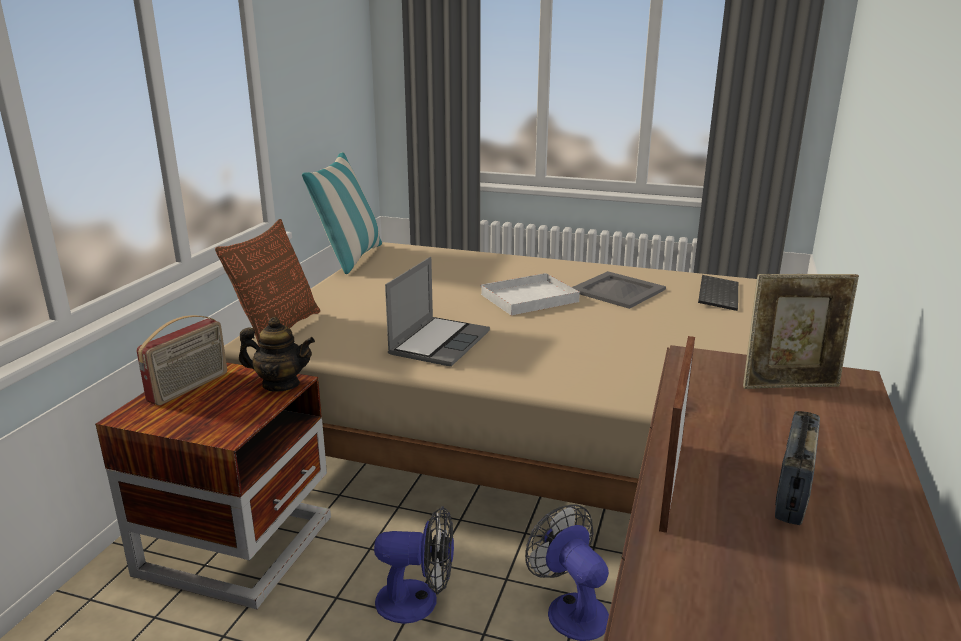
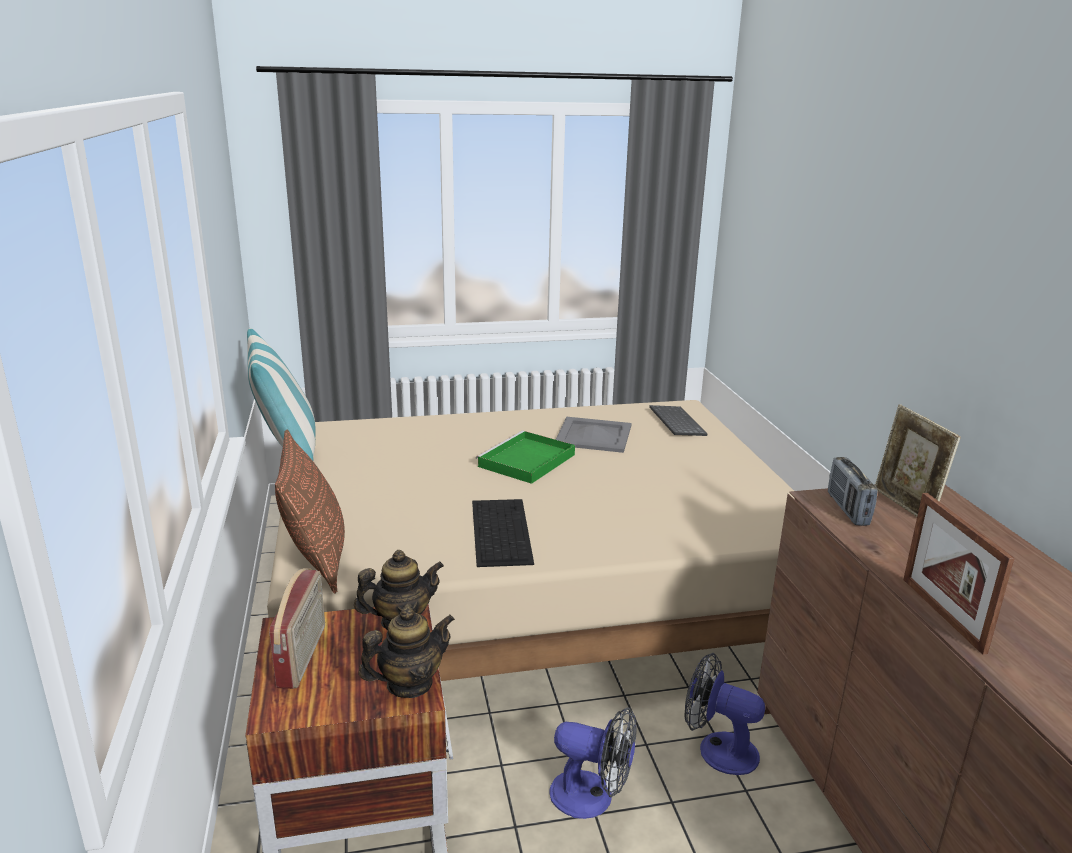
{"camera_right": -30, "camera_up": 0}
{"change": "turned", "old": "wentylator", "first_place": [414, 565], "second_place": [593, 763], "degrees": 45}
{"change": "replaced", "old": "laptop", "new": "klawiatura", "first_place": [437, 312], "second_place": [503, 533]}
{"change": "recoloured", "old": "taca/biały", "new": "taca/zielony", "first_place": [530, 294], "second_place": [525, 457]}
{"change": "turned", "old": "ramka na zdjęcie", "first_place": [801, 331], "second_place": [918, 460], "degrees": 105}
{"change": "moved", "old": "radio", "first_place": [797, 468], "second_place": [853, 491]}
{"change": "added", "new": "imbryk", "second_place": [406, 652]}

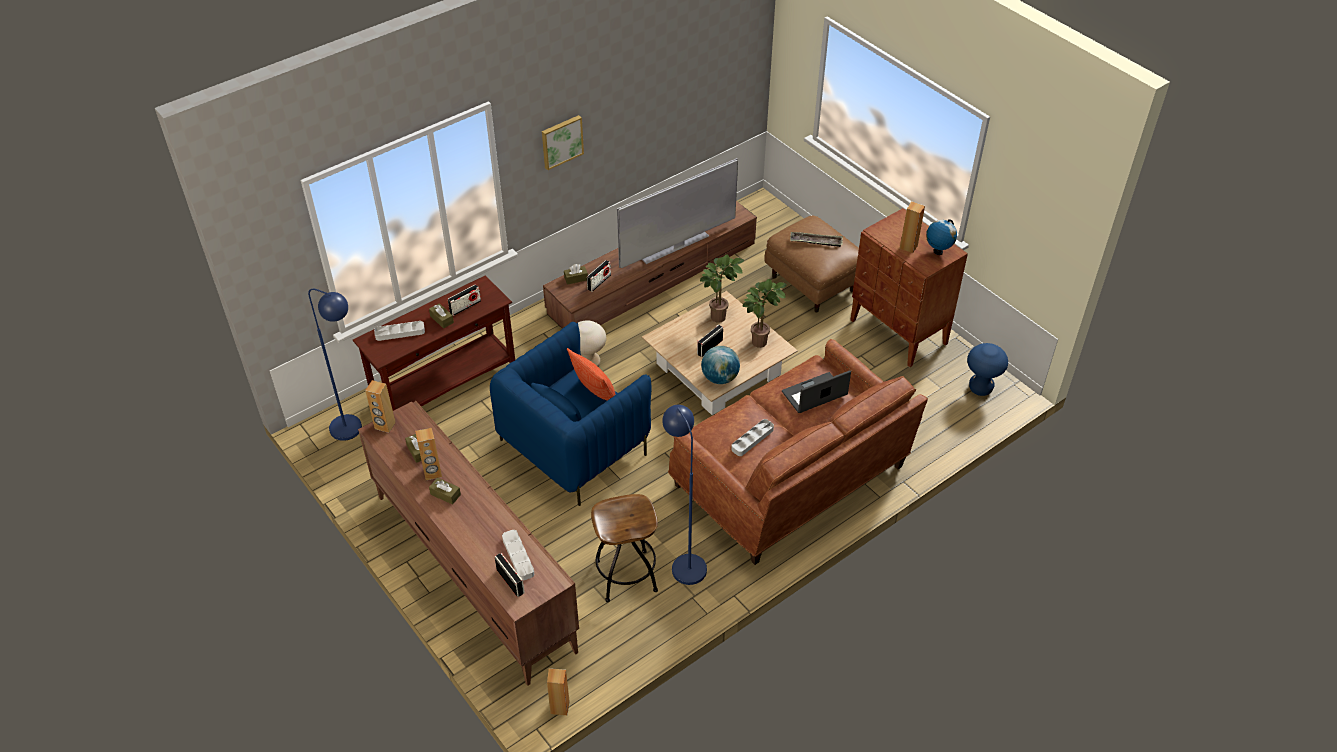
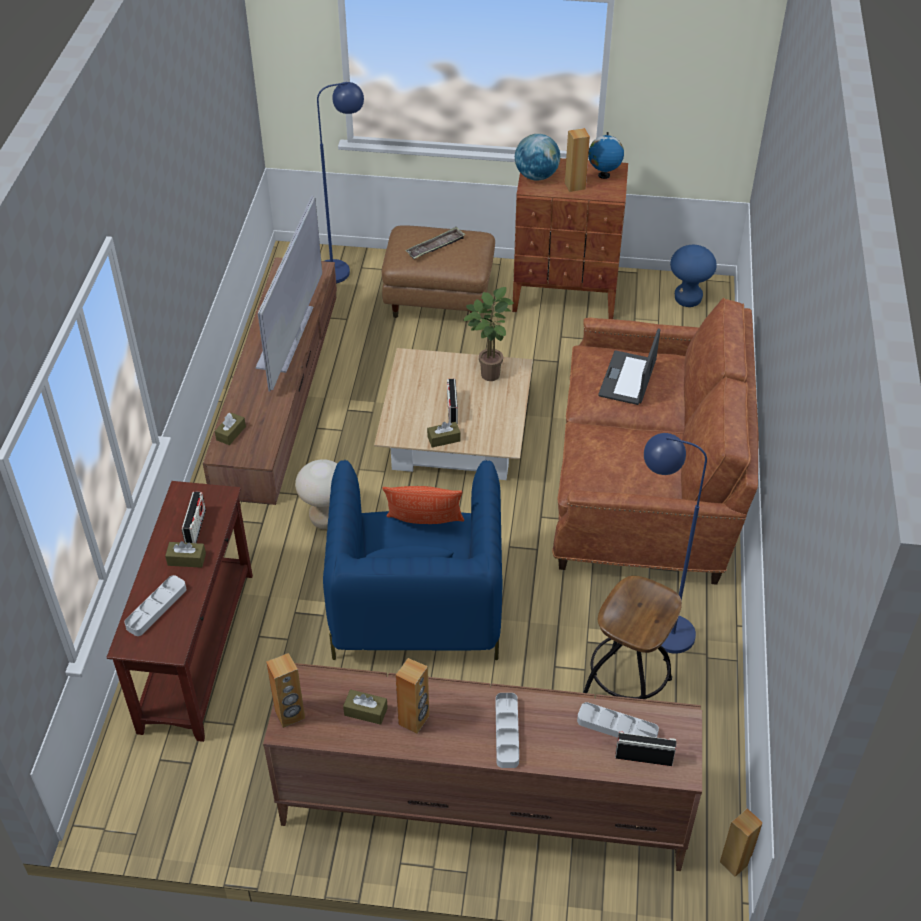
{"camera_right": -45, "camera_up": 0}
{"change": "moved", "old": "lampa stojąca/niebieski", "first_place": [335, 365], "second_place": [340, 183]}
{"change": "moved", "old": "pudełko chusteczek/brązowy", "first_place": [445, 491], "second_place": [444, 435]}
{"change": "removed", "old": "obraz", "first_place": [563, 142]}
{"change": "removed", "old": "radio", "first_place": [599, 276]}
{"change": "removed", "old": "roślina doniczkowa", "first_place": [722, 288]}
{"change": "moved", "old": "globus", "first_place": [720, 365], "second_place": [537, 157]}
{"change": "moved", "old": "taca/szary", "first_place": [752, 437], "second_place": [507, 730]}

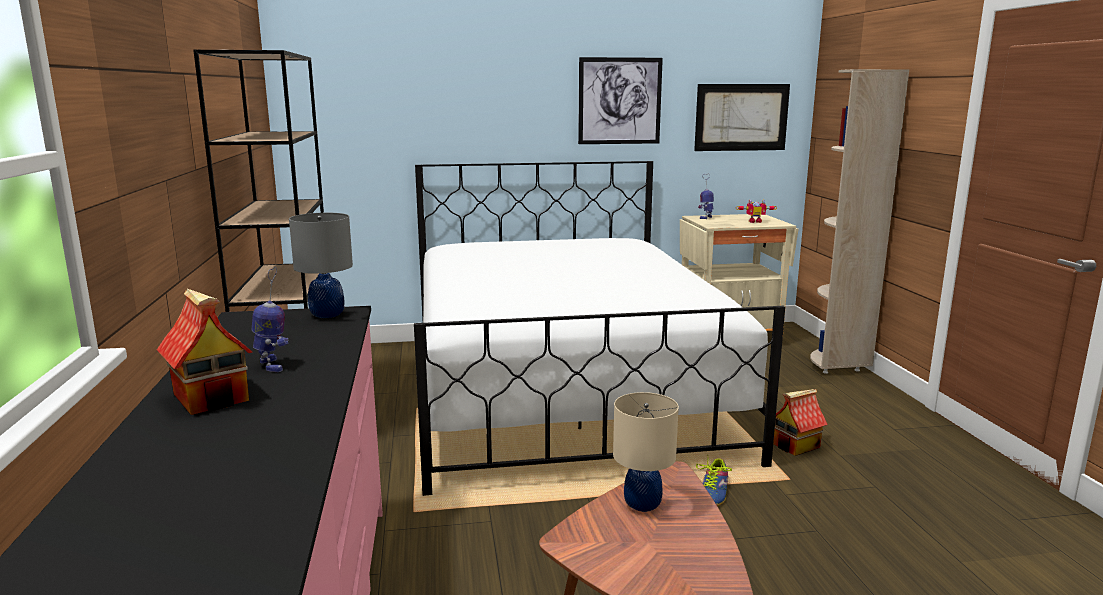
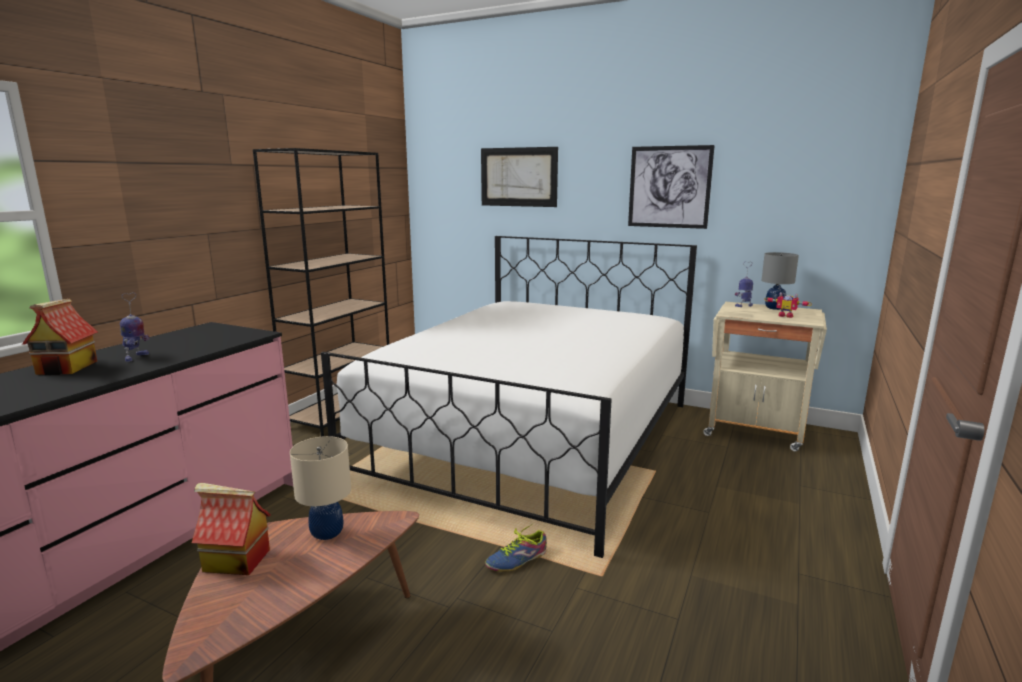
{"camera_right": 35, "camera_up": 0}
{"change": "moved", "old": "lampa stołowa/szary", "first_place": [321, 265], "second_place": [780, 281]}
{"change": "moved", "old": "obraz", "first_place": [742, 117], "second_place": [519, 177]}
{"change": "moved", "old": "domek", "first_place": [800, 422], "second_place": [231, 529]}
{"change": "removed", "old": "regał/beżowy", "first_place": [859, 221]}

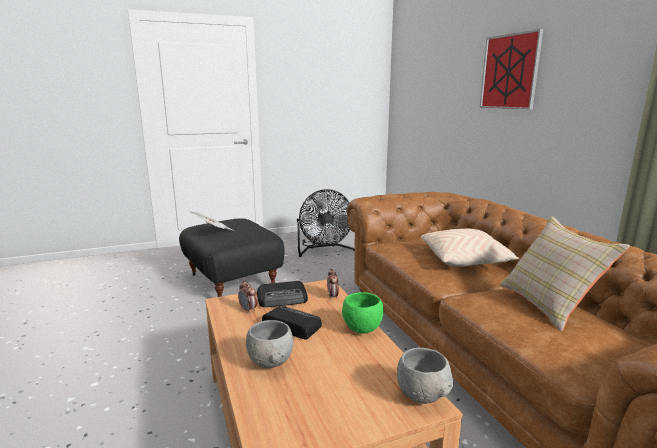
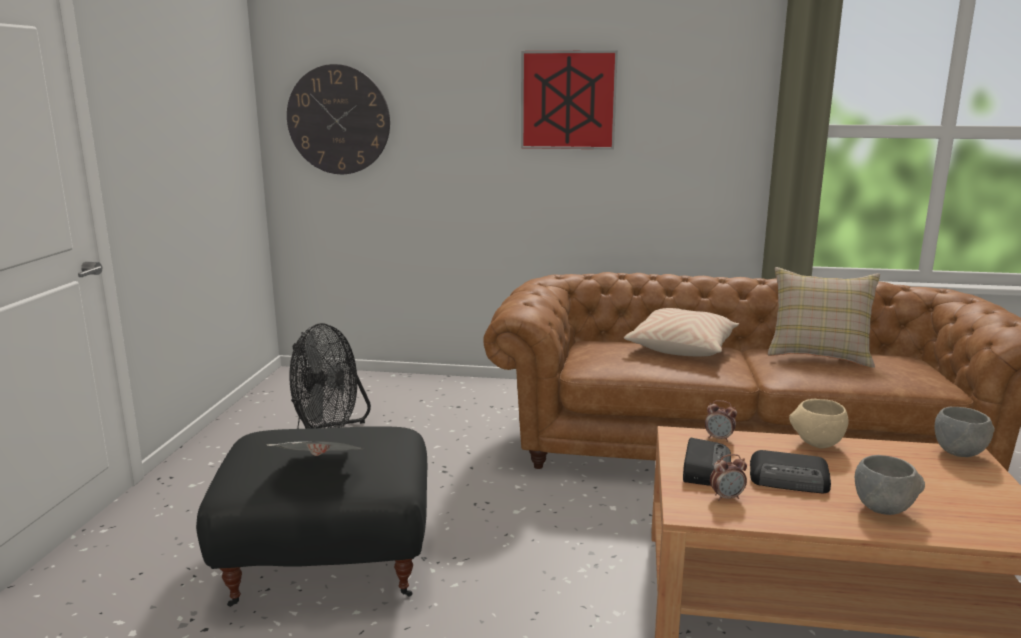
{"camera_right": -60, "camera_up": 0}
{"change": "turned", "old": "radio", "first_place": [292, 323], "second_place": [790, 471], "degrees": -135}
{"change": "recoloured", "old": "miska/zielony", "new": "miska/beżowy", "first_place": [363, 313], "second_place": [819, 423]}
{"change": "added", "new": "zegar ścienny", "second_place": [338, 119]}

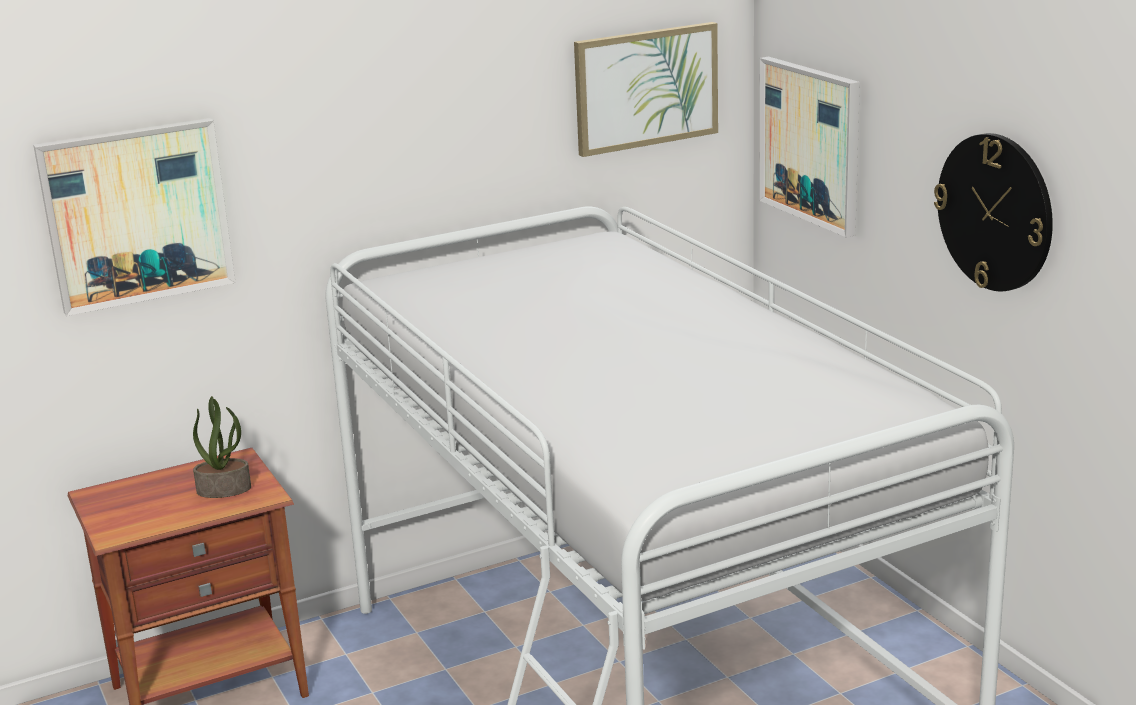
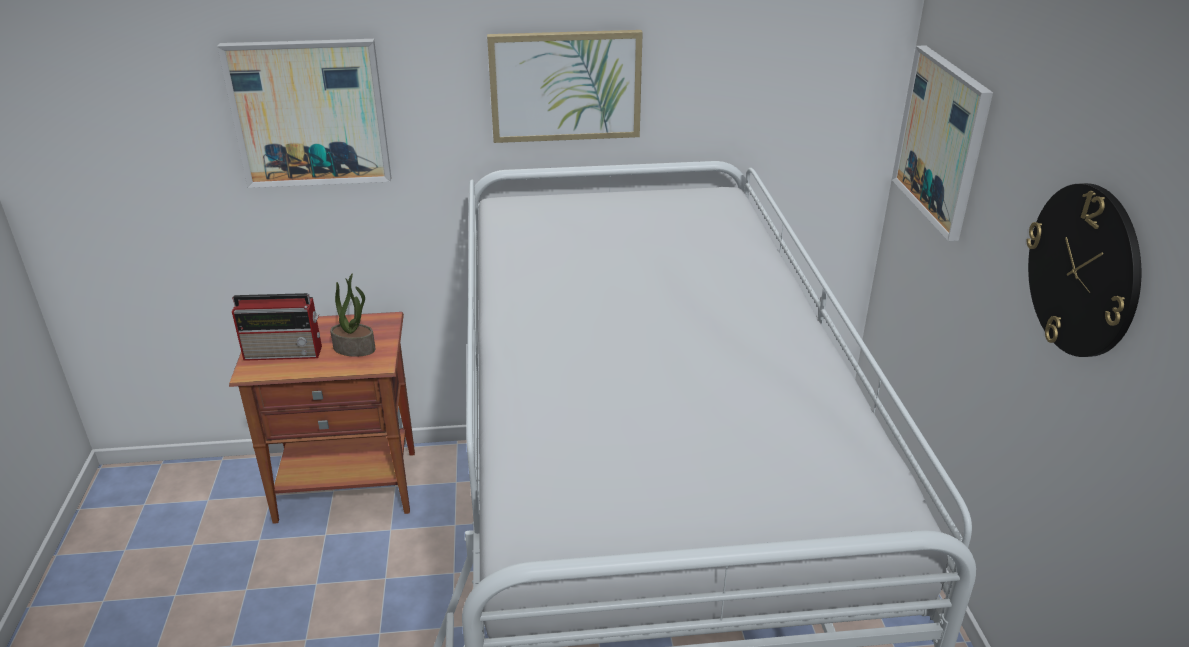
{"camera_right": 20, "camera_up": 10}
{"change": "moved", "old": "obraz", "first_place": [646, 89], "second_place": [565, 86]}
{"change": "added", "new": "radio", "second_place": [277, 327]}

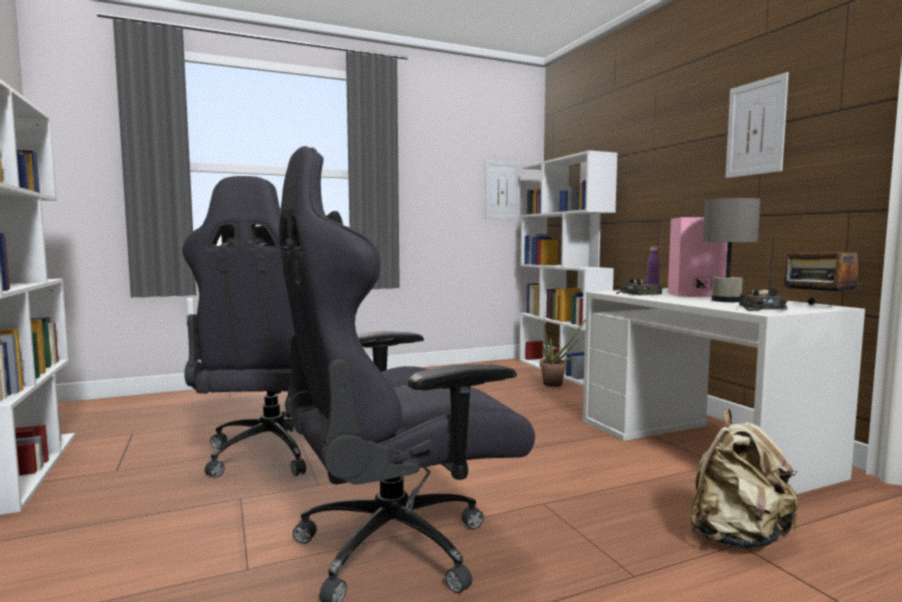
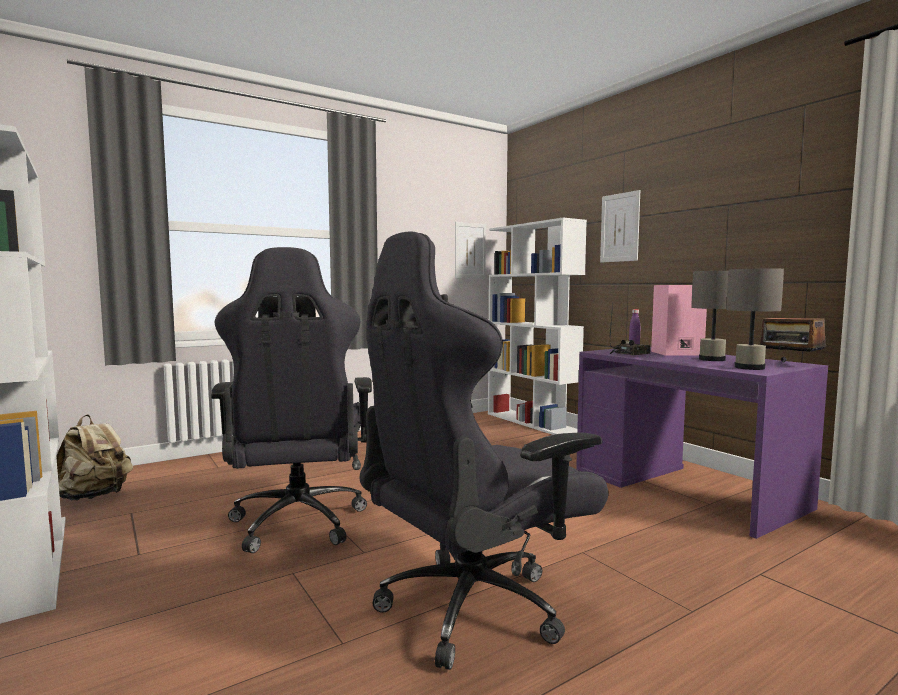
{"camera_right": -10, "camera_up": 0}
{"change": "removed", "old": "roślina doniczkowa", "first_place": [562, 353]}
{"change": "recoloured", "old": "biurko/biały", "new": "biurko/fioletowy", "first_place": [724, 391], "second_place": [702, 443]}
{"change": "moved", "old": "plecak/beżowy", "first_place": [743, 479], "second_place": [94, 457]}
{"change": "moved", "old": "obraz", "first_place": [757, 125], "second_place": [620, 226]}
{"change": "replaced", "old": "radio", "new": "lampa stołowa/szary", "first_place": [763, 274], "second_place": [755, 319]}

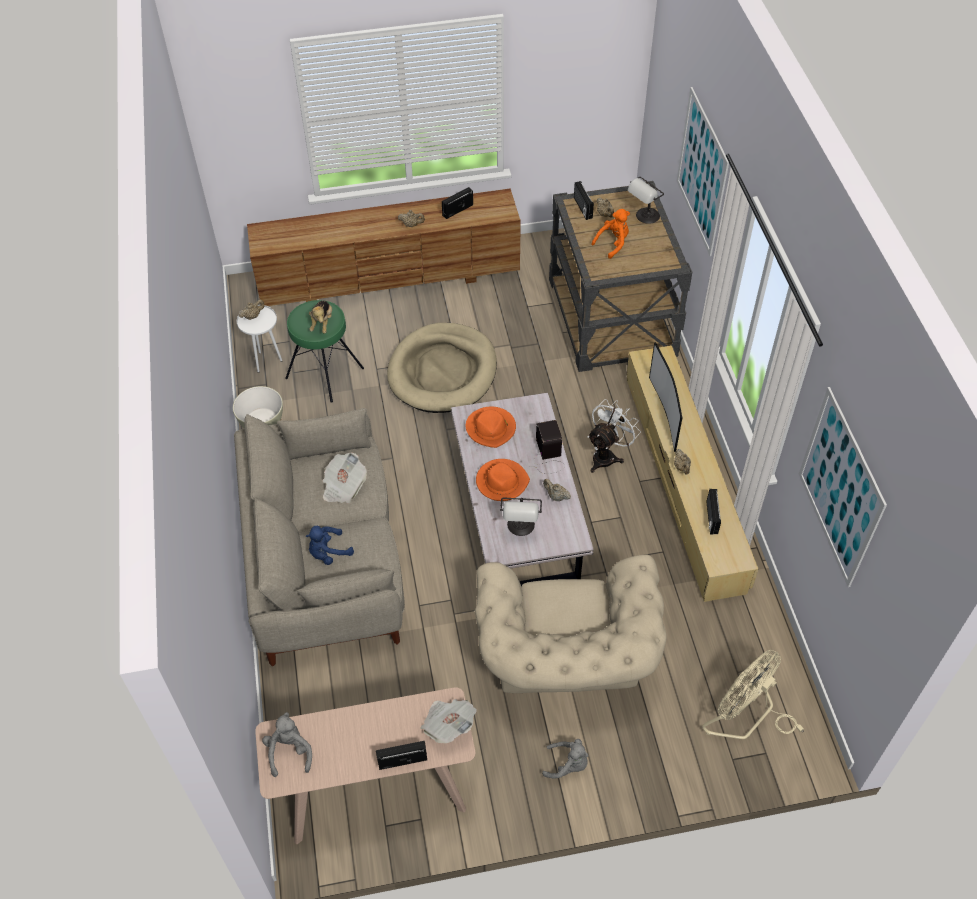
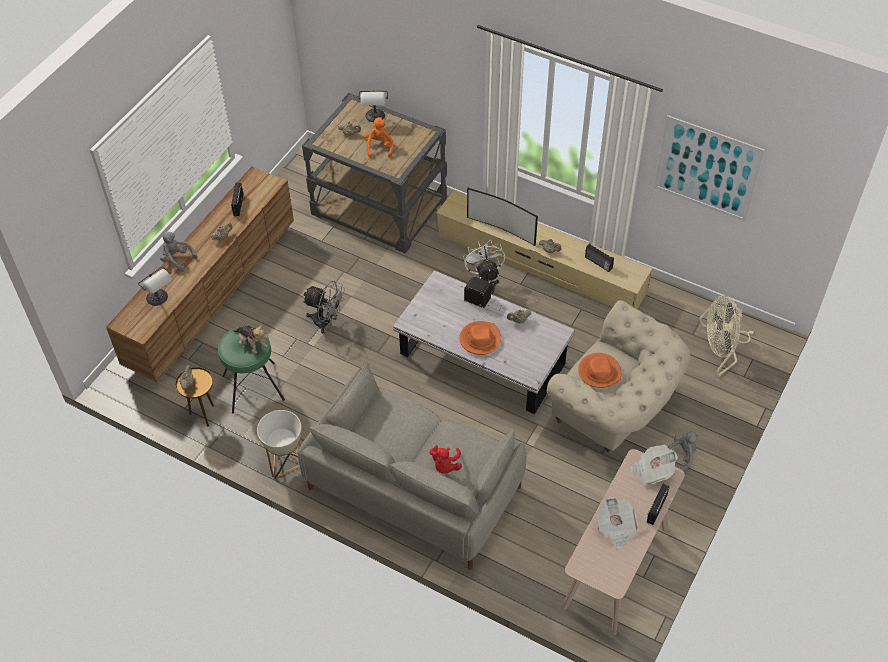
{"camera_right": -50, "camera_up": 0}
{"change": "recoloured", "old": "stolik/biały", "new": "stolik/brązowy", "first_place": [259, 339], "second_place": [195, 396]}
{"change": "moved", "old": "pluszak/szary", "first_place": [287, 744], "second_place": [178, 252]}
{"change": "recoloured", "old": "pluszak/niebieski", "new": "pluszak/czerwony", "first_place": [330, 545], "second_place": [446, 459]}
{"change": "moved", "old": "gazeta", "first_place": [345, 478], "second_place": [617, 522]}
{"change": "replaced", "old": "legowisko/beżowy", "new": "wentylator/szary", "first_place": [442, 368], "second_place": [324, 307]}
{"change": "moved", "old": "kapelusz/pomarańczowy", "first_place": [491, 427], "second_place": [599, 370]}
{"change": "moved", "old": "lampa stołowa", "first_place": [521, 516], "second_place": [155, 286]}
{"change": "removed", "old": "radio", "first_place": [584, 200]}
{"change": "removed", "old": "obraz", "first_place": [703, 171]}

